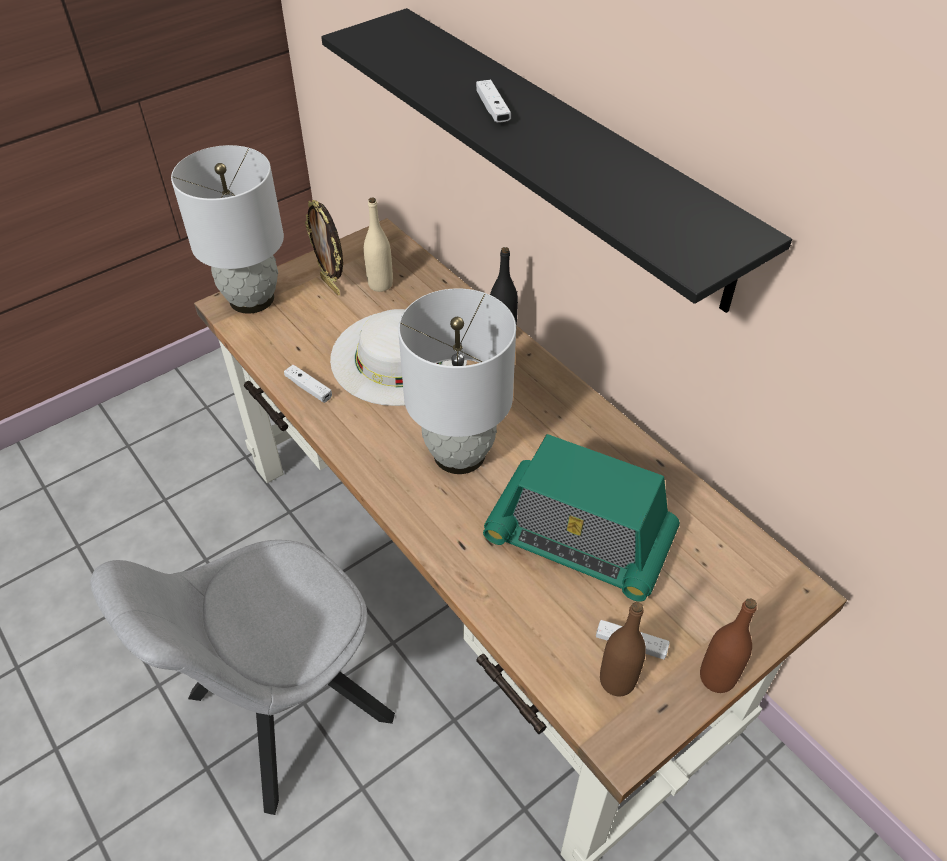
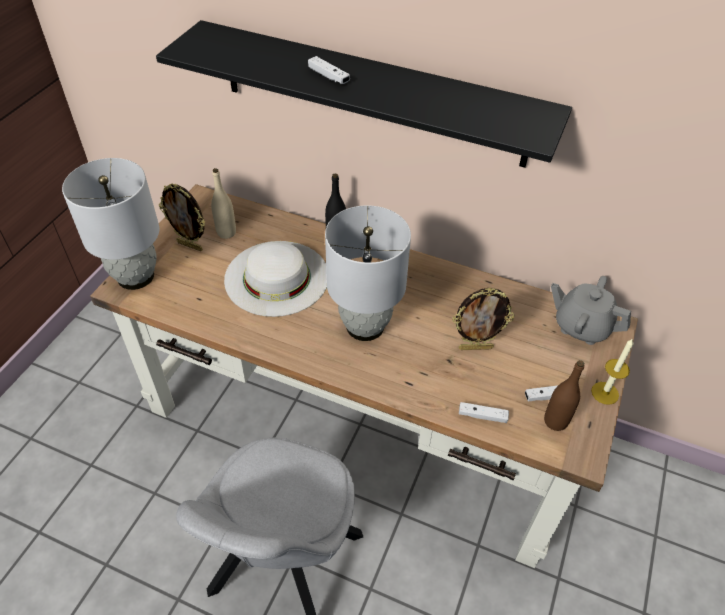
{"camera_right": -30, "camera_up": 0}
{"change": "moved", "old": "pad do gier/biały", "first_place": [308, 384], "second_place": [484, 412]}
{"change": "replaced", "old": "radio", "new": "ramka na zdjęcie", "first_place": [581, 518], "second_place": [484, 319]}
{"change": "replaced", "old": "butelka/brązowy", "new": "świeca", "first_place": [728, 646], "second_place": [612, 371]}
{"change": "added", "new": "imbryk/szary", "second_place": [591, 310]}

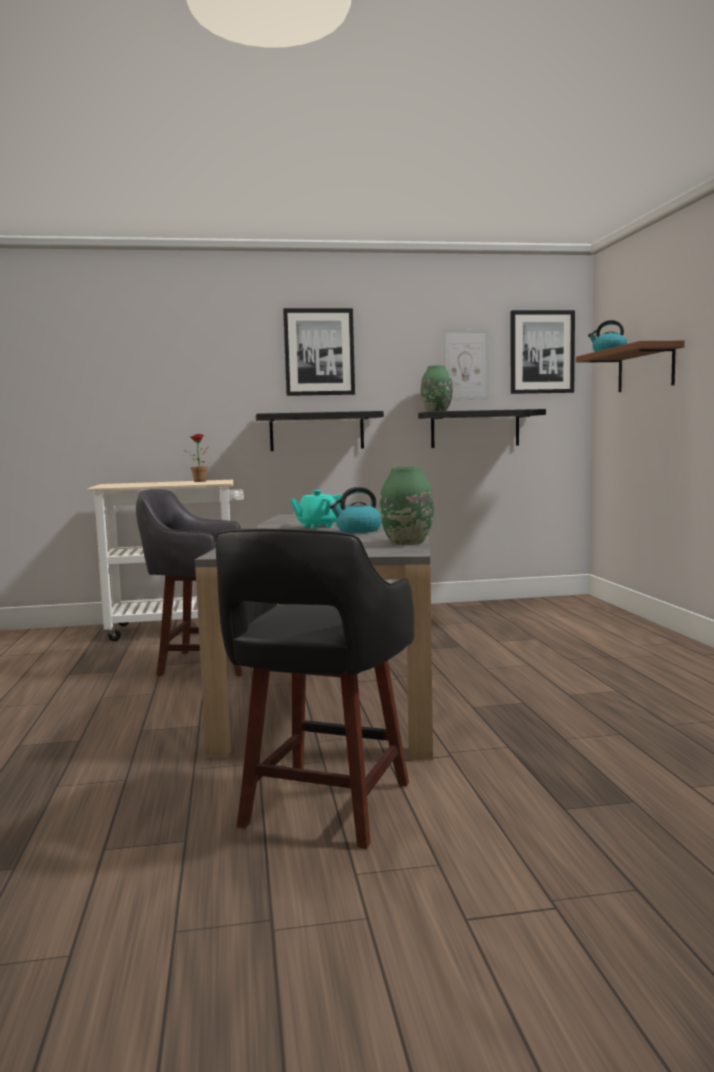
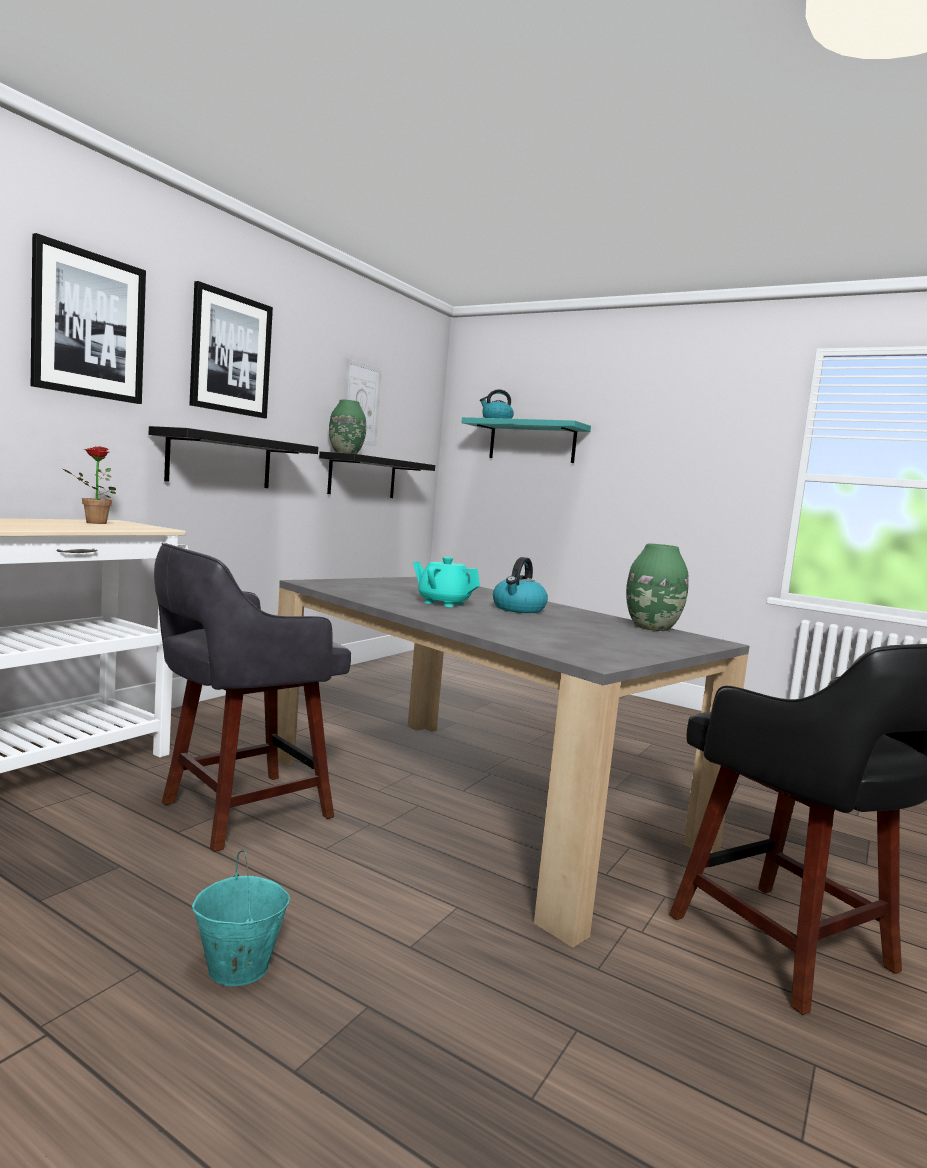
{"camera_right": -50, "camera_up": 0}
{"change": "turned", "old": "imbryk/turkusowy", "first_place": [315, 509], "second_place": [446, 582], "degrees": 105}
{"change": "moved", "old": "obraz", "first_place": [543, 352], "second_place": [88, 318]}
{"change": "recoloured", "old": "półka/brązowy", "new": "półka/turkusowy", "first_place": [630, 366], "second_place": [526, 440]}
{"change": "added", "new": "wiadro/turkusowy", "second_place": [241, 918]}

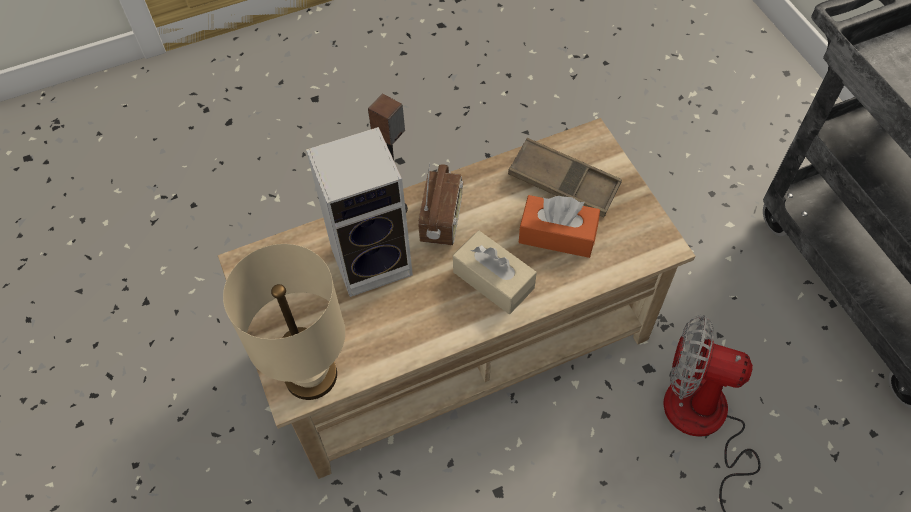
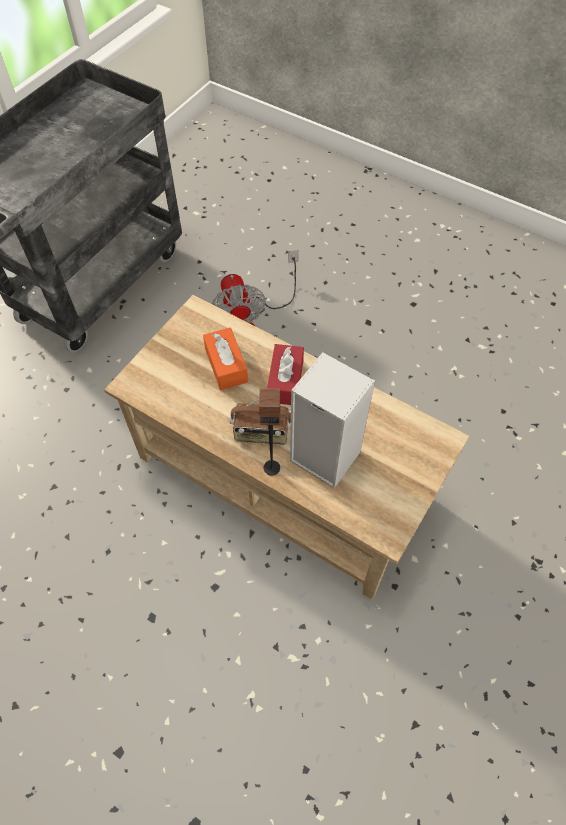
{"camera_right": -125, "camera_up": 0}
{"change": "removed", "old": "lampa stołowa/beżowy", "first_place": [284, 322]}
{"change": "turned", "old": "radio", "first_place": [440, 204], "second_place": [260, 422], "degrees": -150}
{"change": "recoloured", "old": "pudełko chusteczek/beżowy", "new": "pudełko chusteczek/czerwony", "first_place": [495, 272], "second_place": [285, 374]}
{"change": "removed", "old": "taca/brązowy", "first_place": [565, 178]}

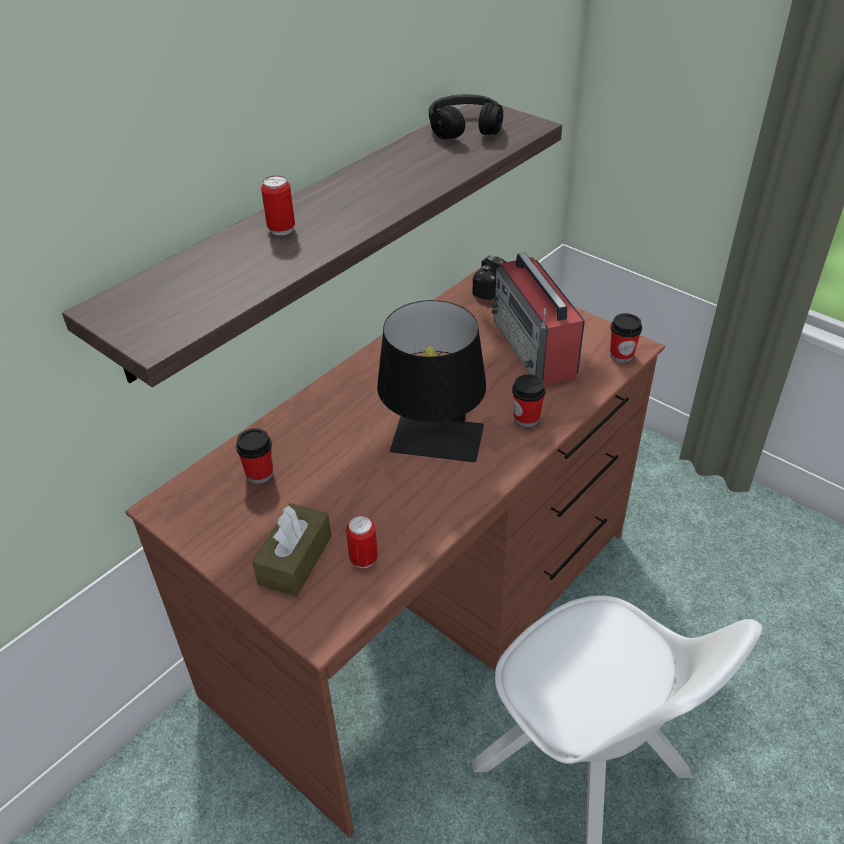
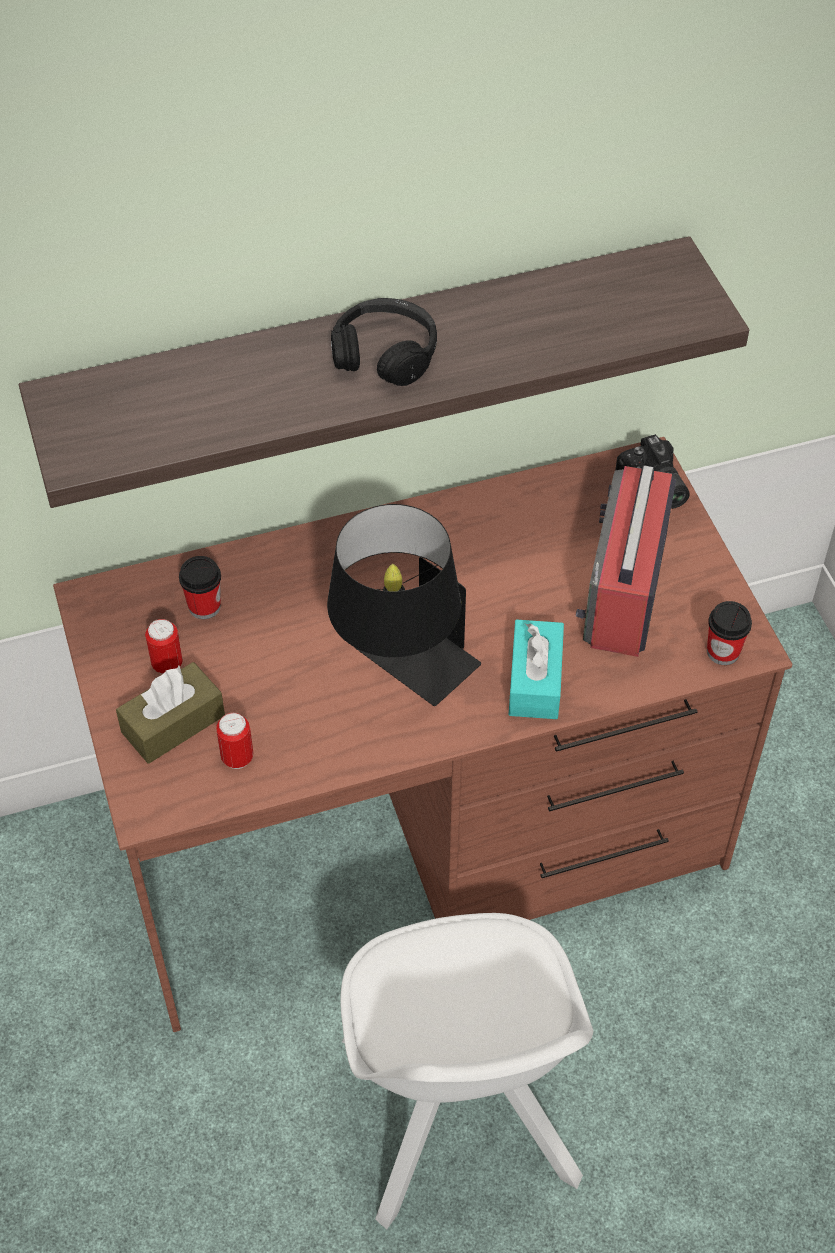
{"camera_right": 30, "camera_up": 10}
{"change": "moved", "old": "puszka", "first_place": [278, 205], "second_place": [164, 646]}
{"change": "moved", "old": "słuchawki/czarny", "first_place": [466, 117], "second_place": [384, 342]}
{"change": "replaced", "old": "filiżanka", "new": "pudełko chusteczek/turkusowy", "first_place": [529, 400], "second_place": [536, 669]}

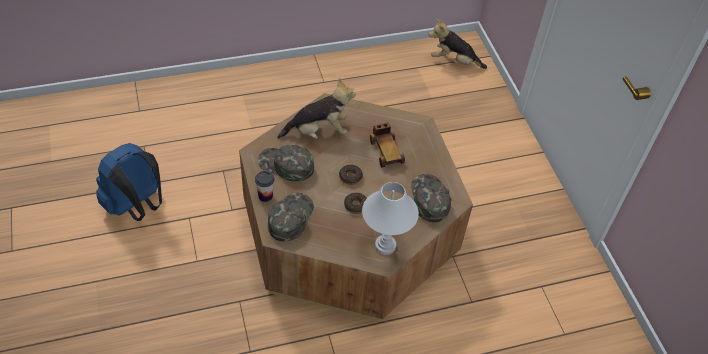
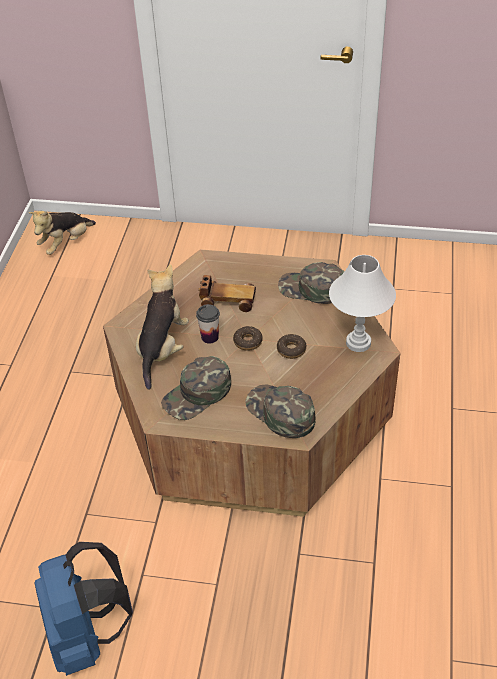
{"camera_right": -60, "camera_up": -5}
{"change": "moved", "old": "filiżanka", "first_place": [264, 186], "second_place": [208, 324]}

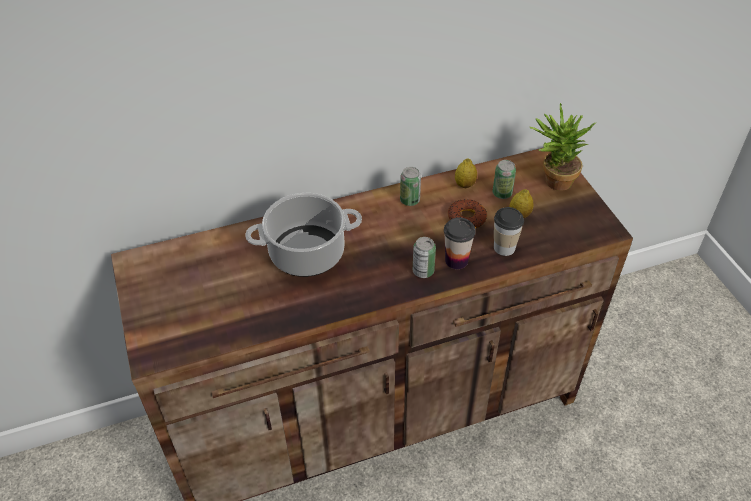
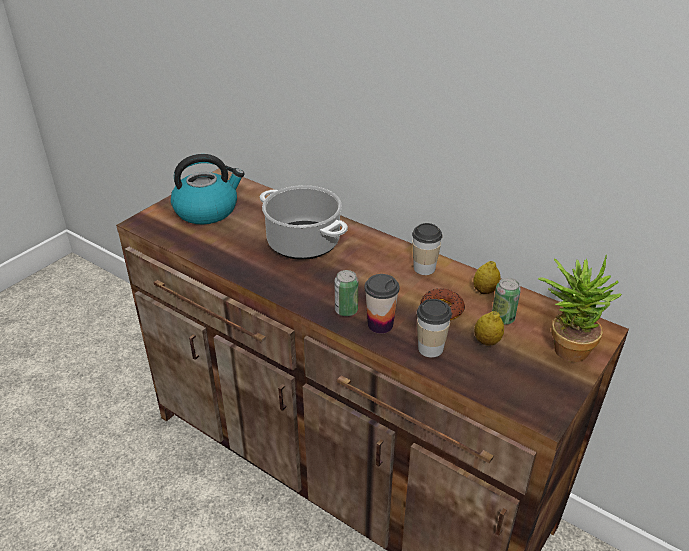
{"camera_right": 55, "camera_up": -10}
{"change": "replaced", "old": "puszka", "new": "filiżanka", "first_place": [410, 186], "second_place": [427, 249]}
{"change": "added", "new": "czajnik", "second_place": [208, 189]}

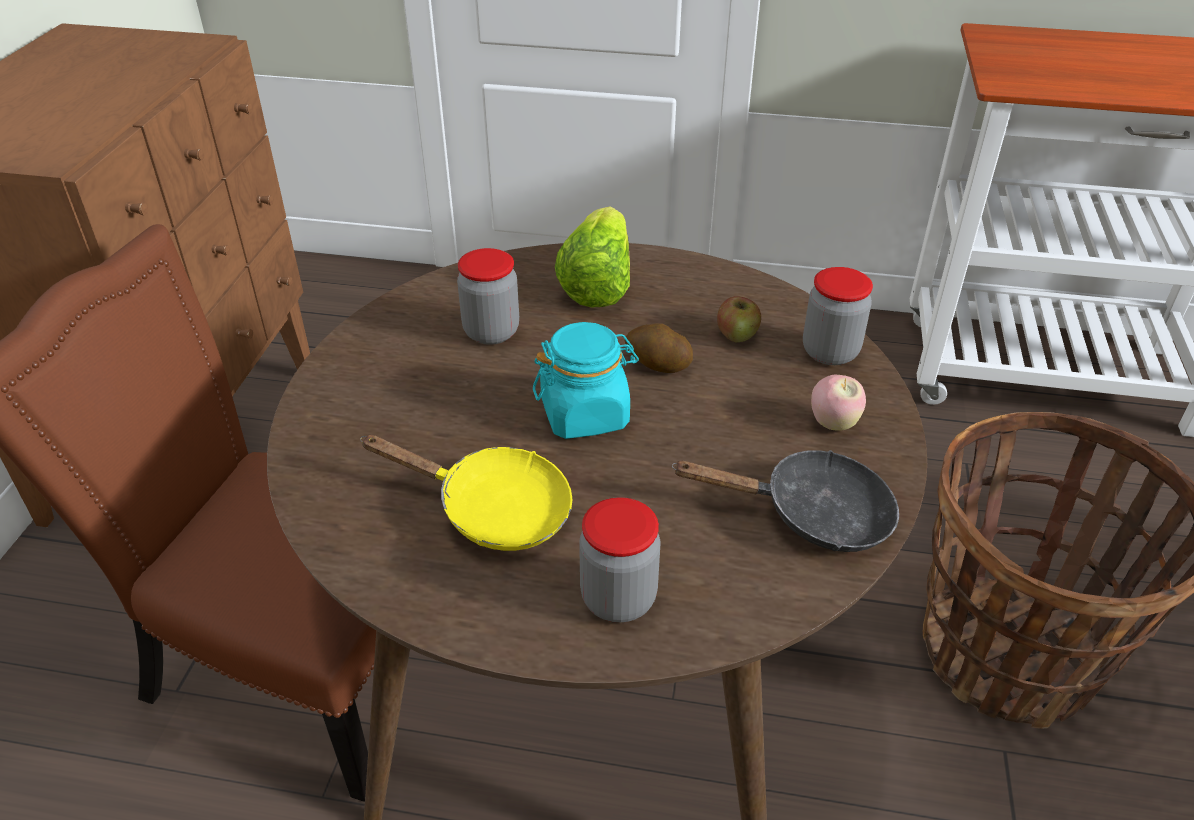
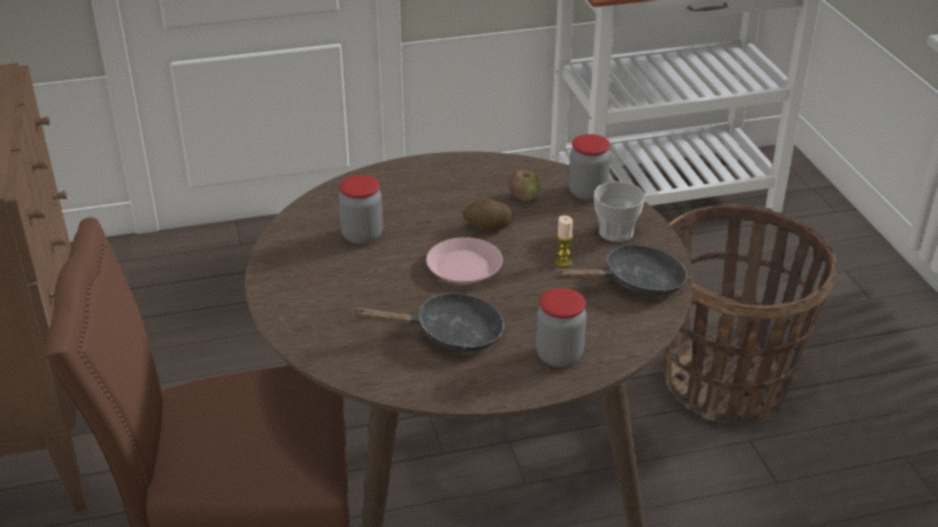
{"camera_right": -25, "camera_up": -5}
{"change": "recoloured", "old": "patelnia/żółty", "new": "patelnia/czarny", "first_place": [466, 492], "second_place": [428, 322]}
{"change": "replaced", "old": "słoik/turkusowy", "new": "talerz/różowy", "first_place": [586, 380], "second_place": [464, 260]}
{"change": "removed", "old": "sałata", "first_place": [592, 256]}
{"change": "replaced", "old": "jabłko", "new": "filiżanka", "first_place": [838, 403], "second_place": [619, 211]}
{"change": "added", "new": "świeca", "second_place": [564, 241]}

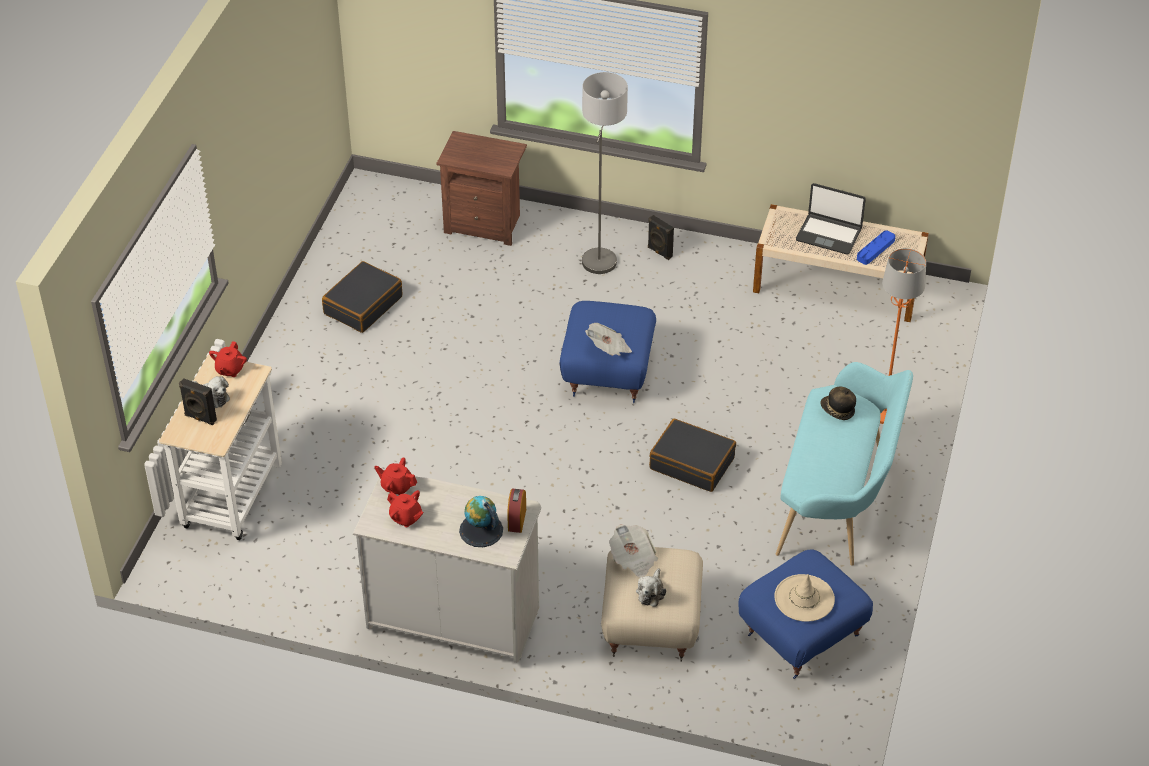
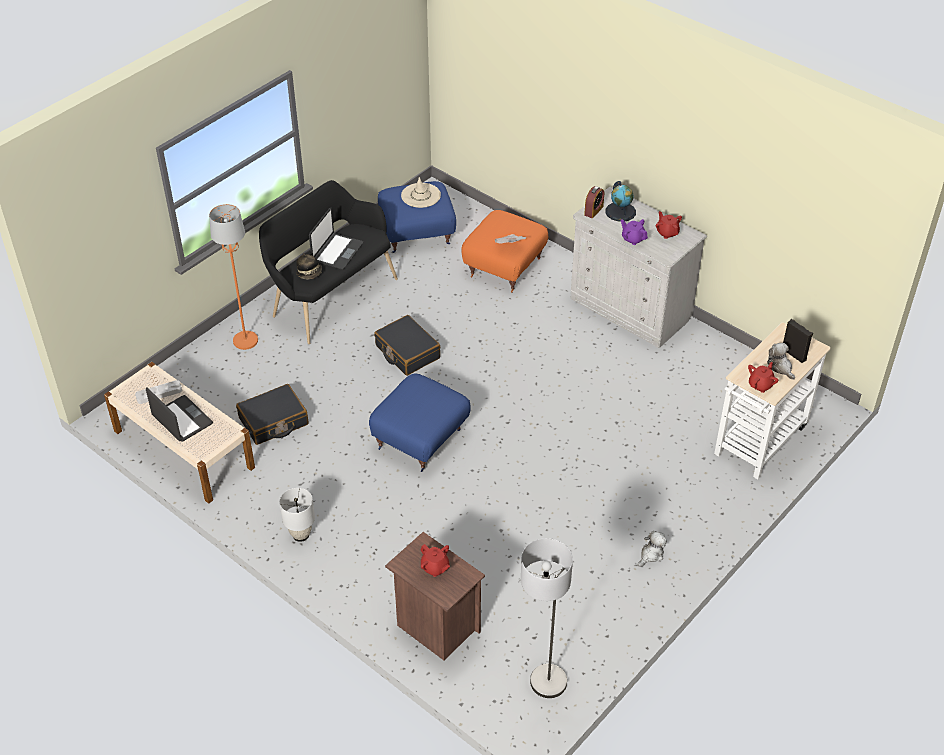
{"camera_right": -155, "camera_up": 0}
{"change": "moved", "old": "walizka/czarny", "first_place": [362, 297], "second_place": [272, 414]}
{"change": "moved", "old": "imbryk/czerwony", "first_place": [395, 476], "second_place": [435, 560]}
{"change": "moved", "old": "lampa stojąca/szary", "first_place": [605, 173], "second_place": [547, 618]}
{"change": "removed", "old": "gazeta", "first_place": [608, 339]}
{"change": "recoloured", "old": "pufa/beżowy", "new": "pufa/pomarańczowy", "first_place": [652, 604], "second_place": [505, 251]}
{"change": "moved", "old": "pluszak", "first_place": [651, 587], "second_place": [652, 549]}
{"change": "replaced", "old": "głośnik/czarny", "new": "lampa stołowa/biały", "first_place": [661, 237], "second_place": [297, 515]}
{"change": "recoloured", "old": "ławka/turkusowy", "new": "ławka/czarny", "first_place": [844, 464], "second_place": [328, 262]}
{"change": "recoloured", "old": "taca/niebieski", "new": "taca/szary", "first_place": [876, 247], "second_place": [158, 392]}
{"change": "added", "new": "laptop", "second_place": [336, 239]}
{"change": "added", "new": "imbryk/fioletowy", "second_place": [634, 232]}

